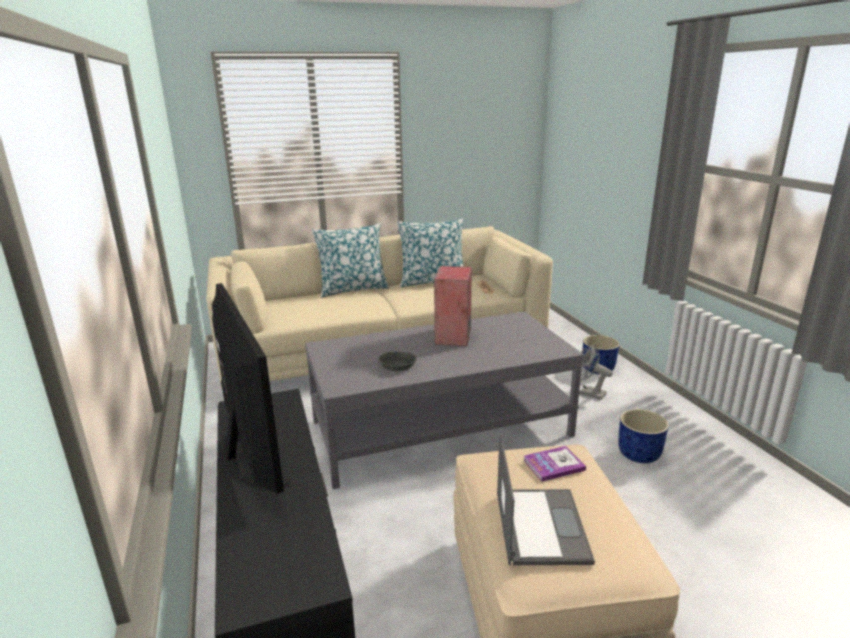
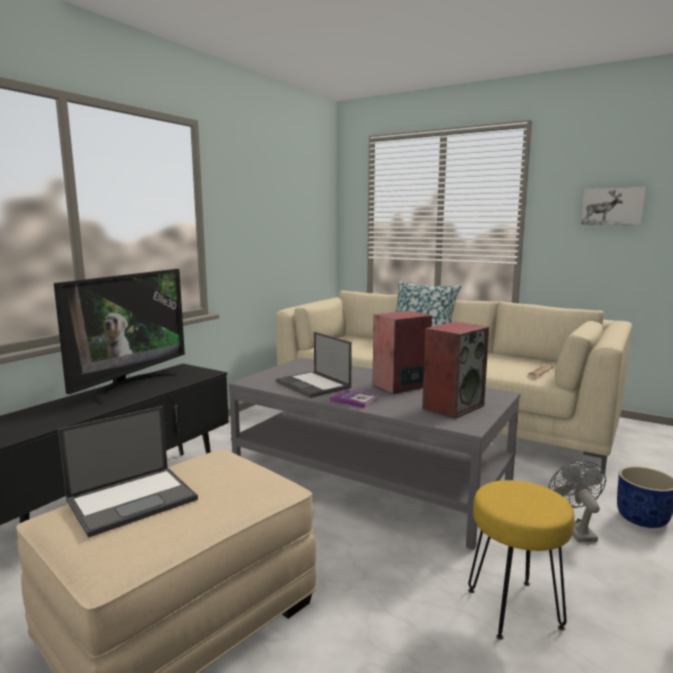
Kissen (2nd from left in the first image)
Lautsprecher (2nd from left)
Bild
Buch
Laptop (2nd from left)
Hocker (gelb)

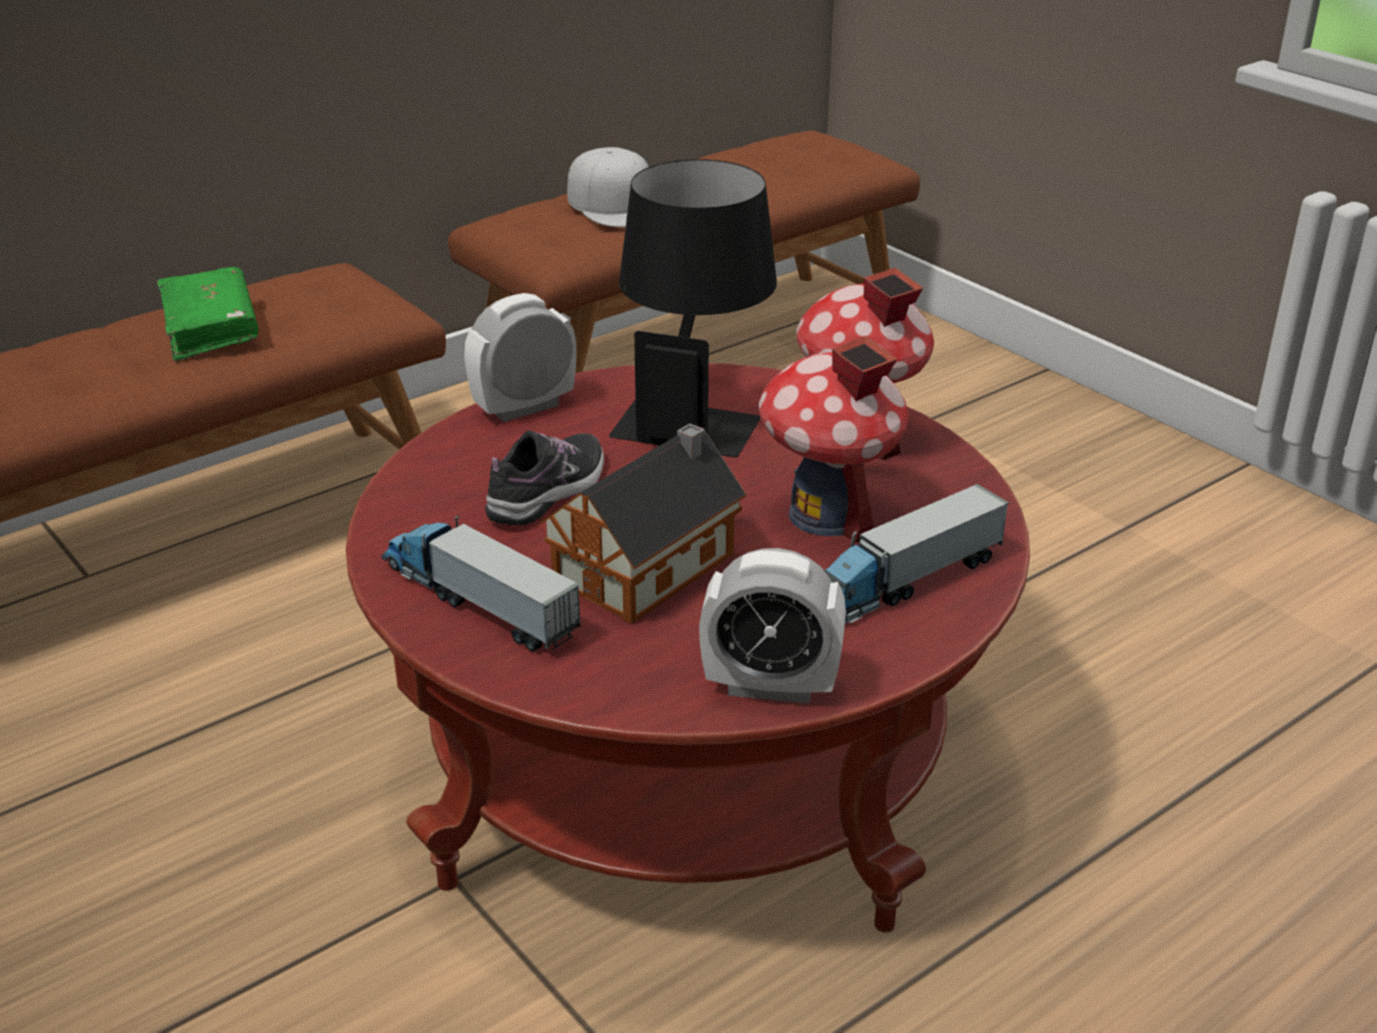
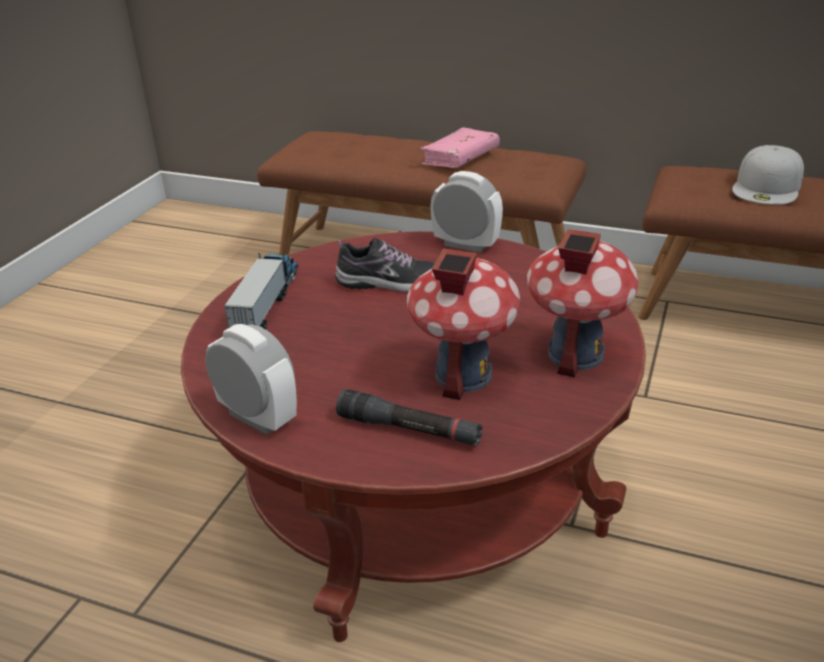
Spielzeughaus (1st from left in the first image)
Tischlampe (schwarz)
Taschenlampe (schwarz)
Buch (rosa)
Wecker (1st from left)

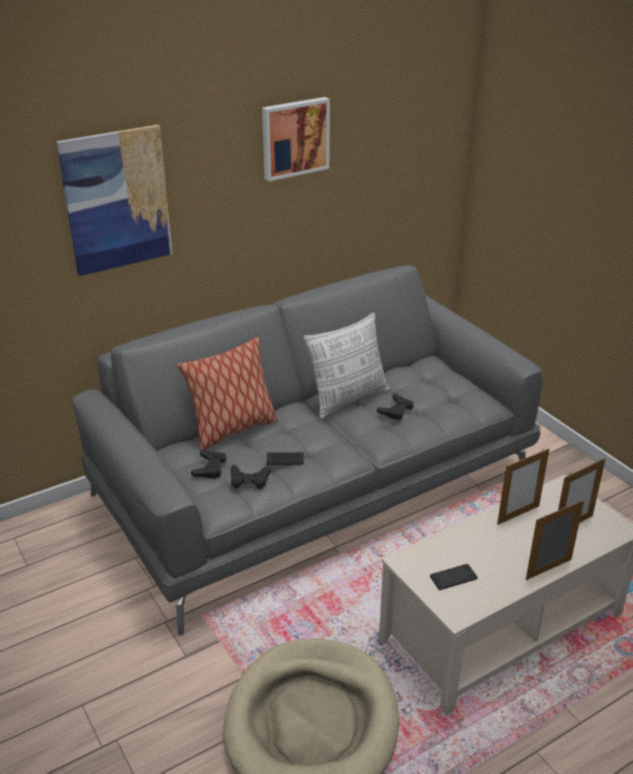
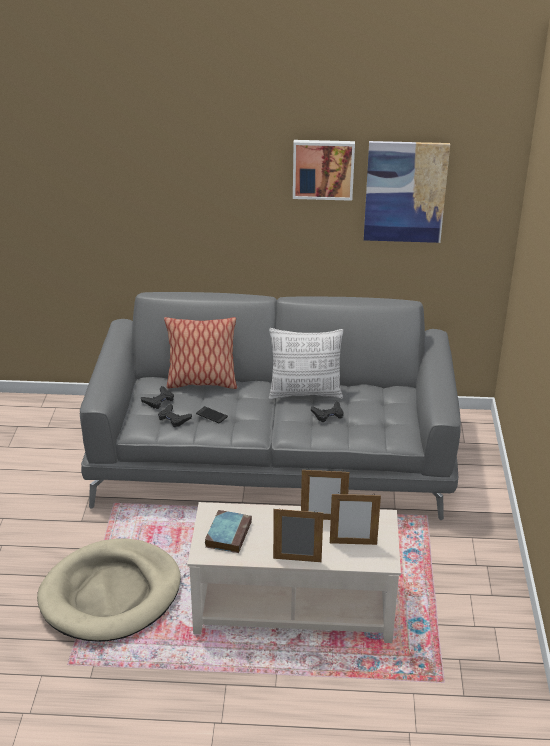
Bild (2nd from left)
Buch

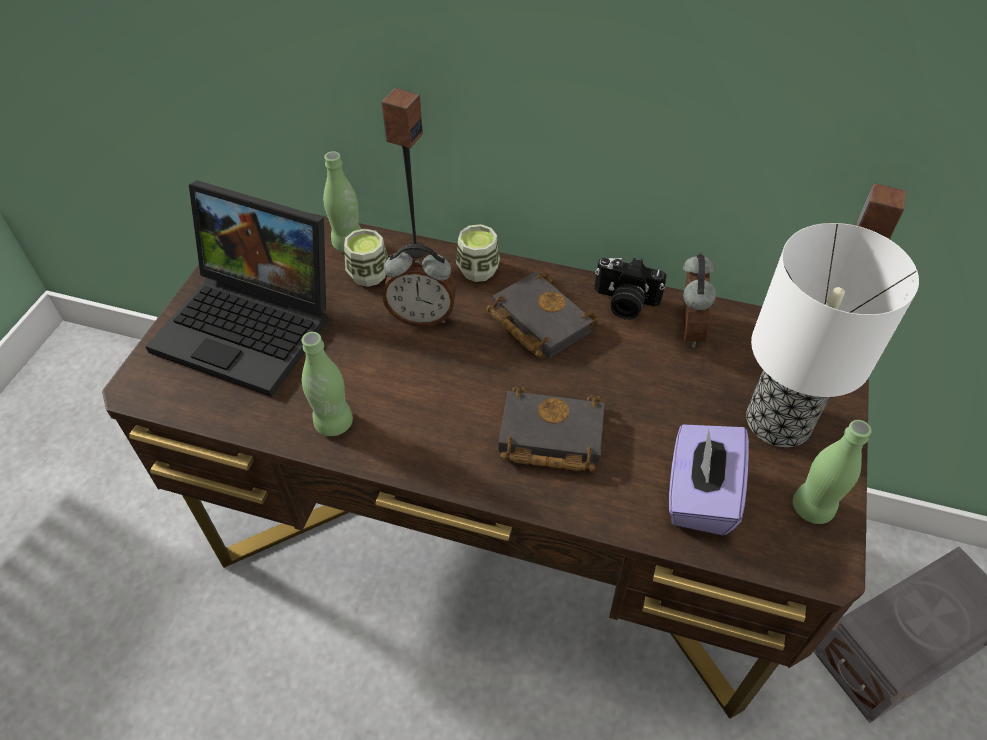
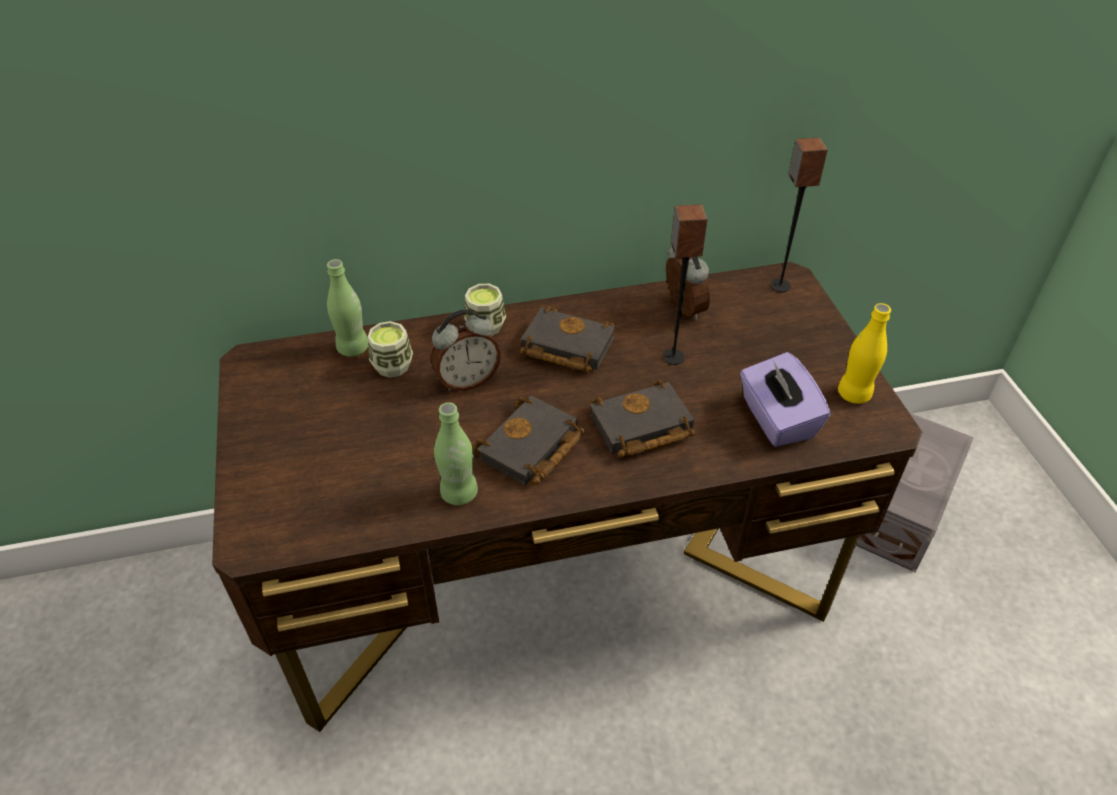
Laptop
Kamera
Tischlampe
Buch (schwarz) (1st from left)
Lautsprecher (1st from left)
Flasche (gelb)

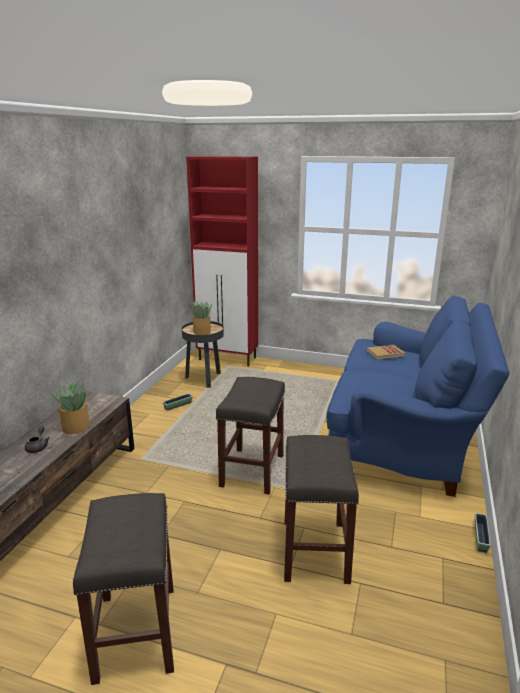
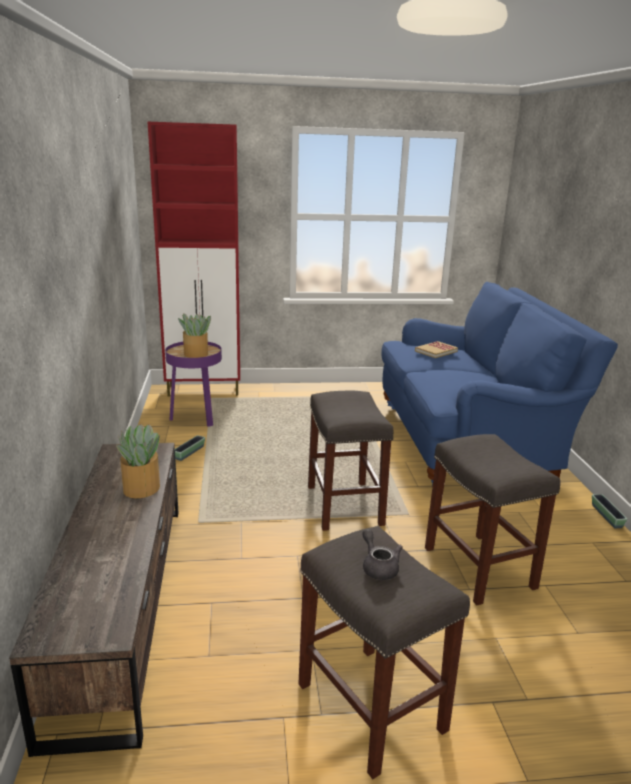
Teekanne (grau)
Beistelltisch (lila)

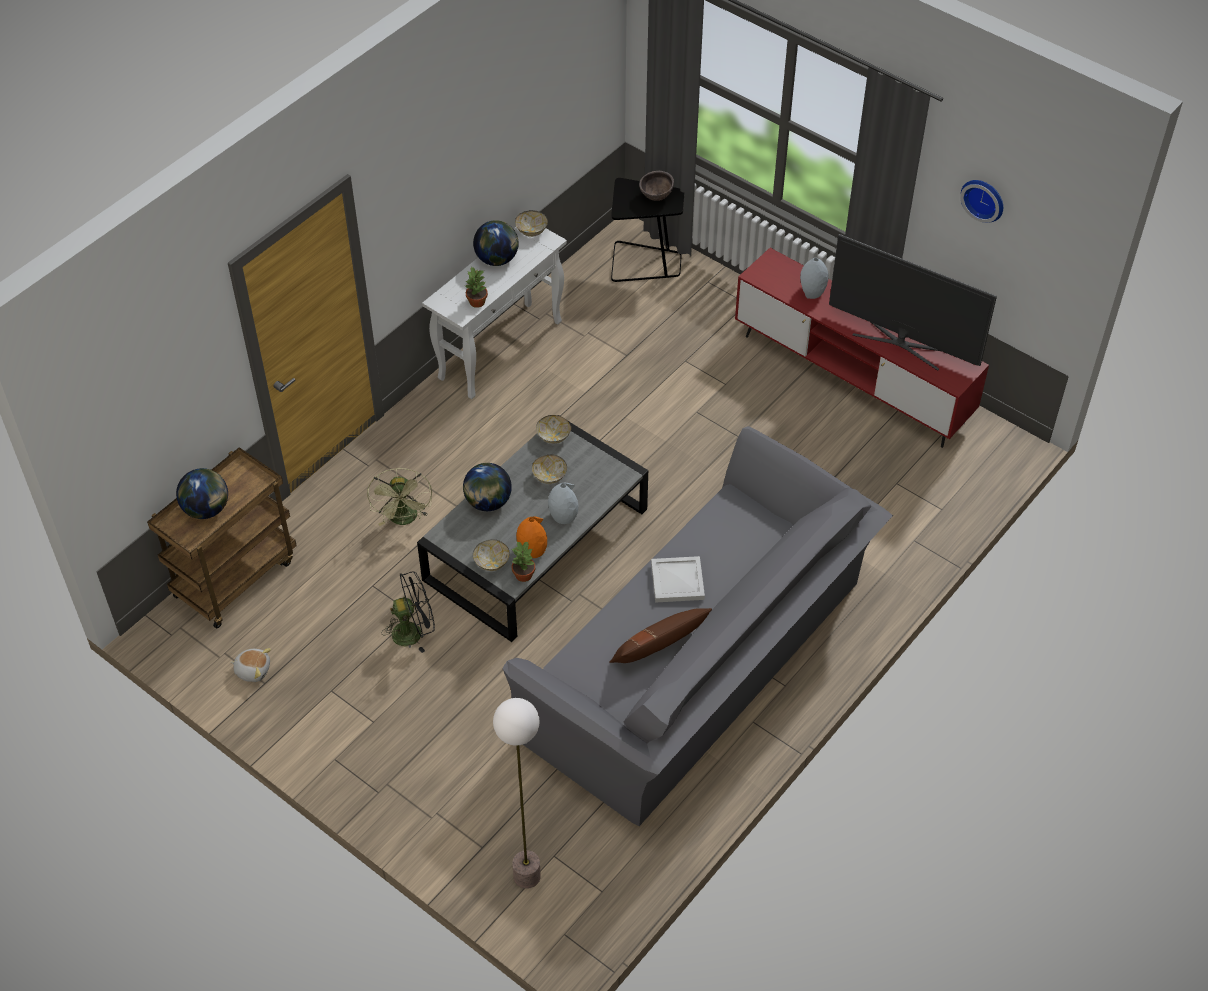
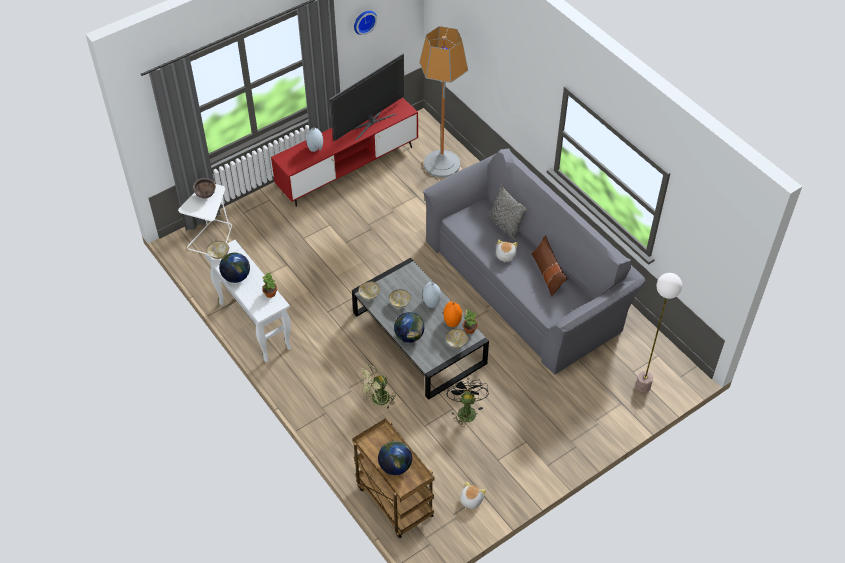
Stehlampe (1st from left)
Kissen (grau)
Plüschtier (2nd from left)
Beistelltisch (weiß)
Ventilator (grün)

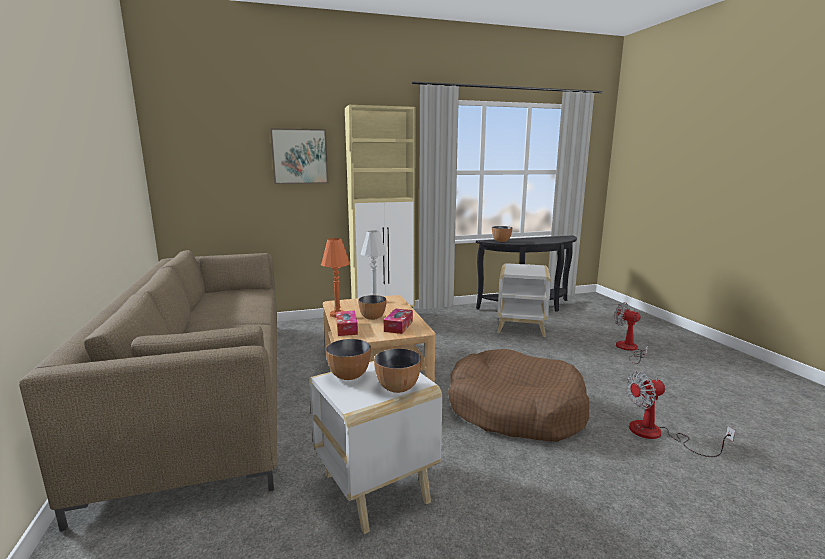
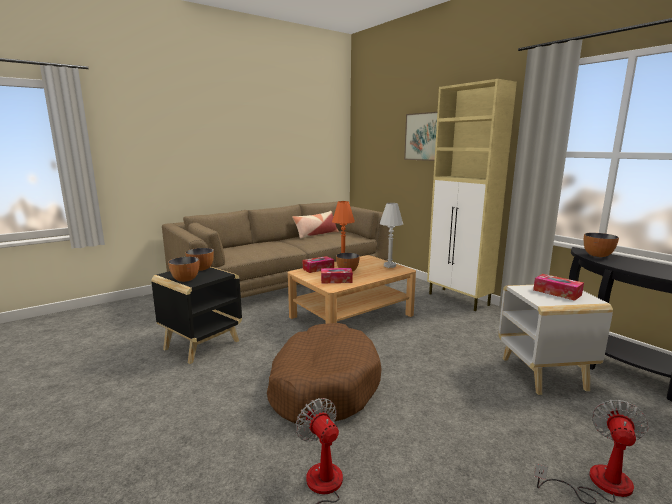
Kissen
Taschentuchbox (3rd from left)
Beistelltisch (schwarz)

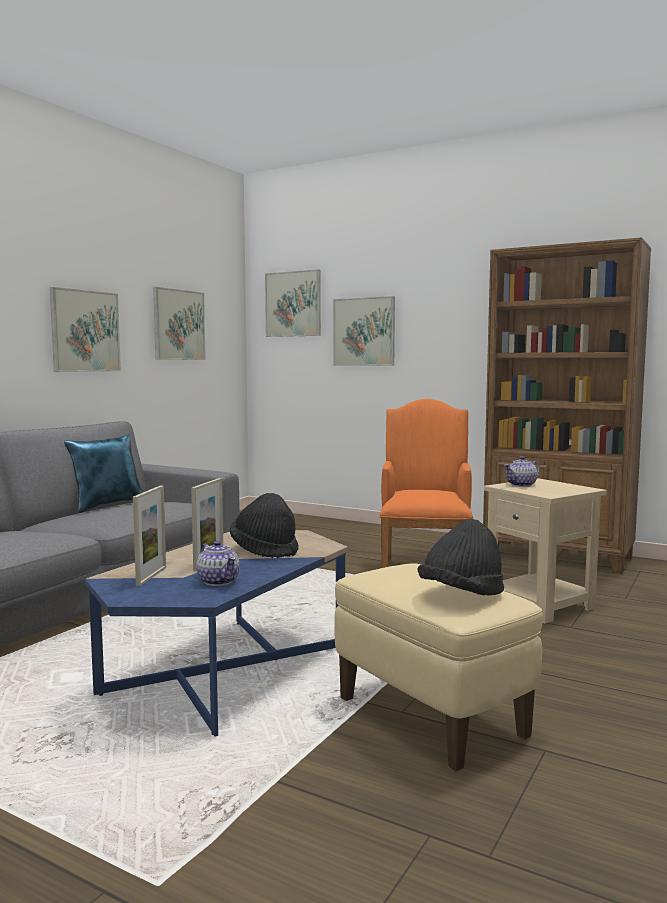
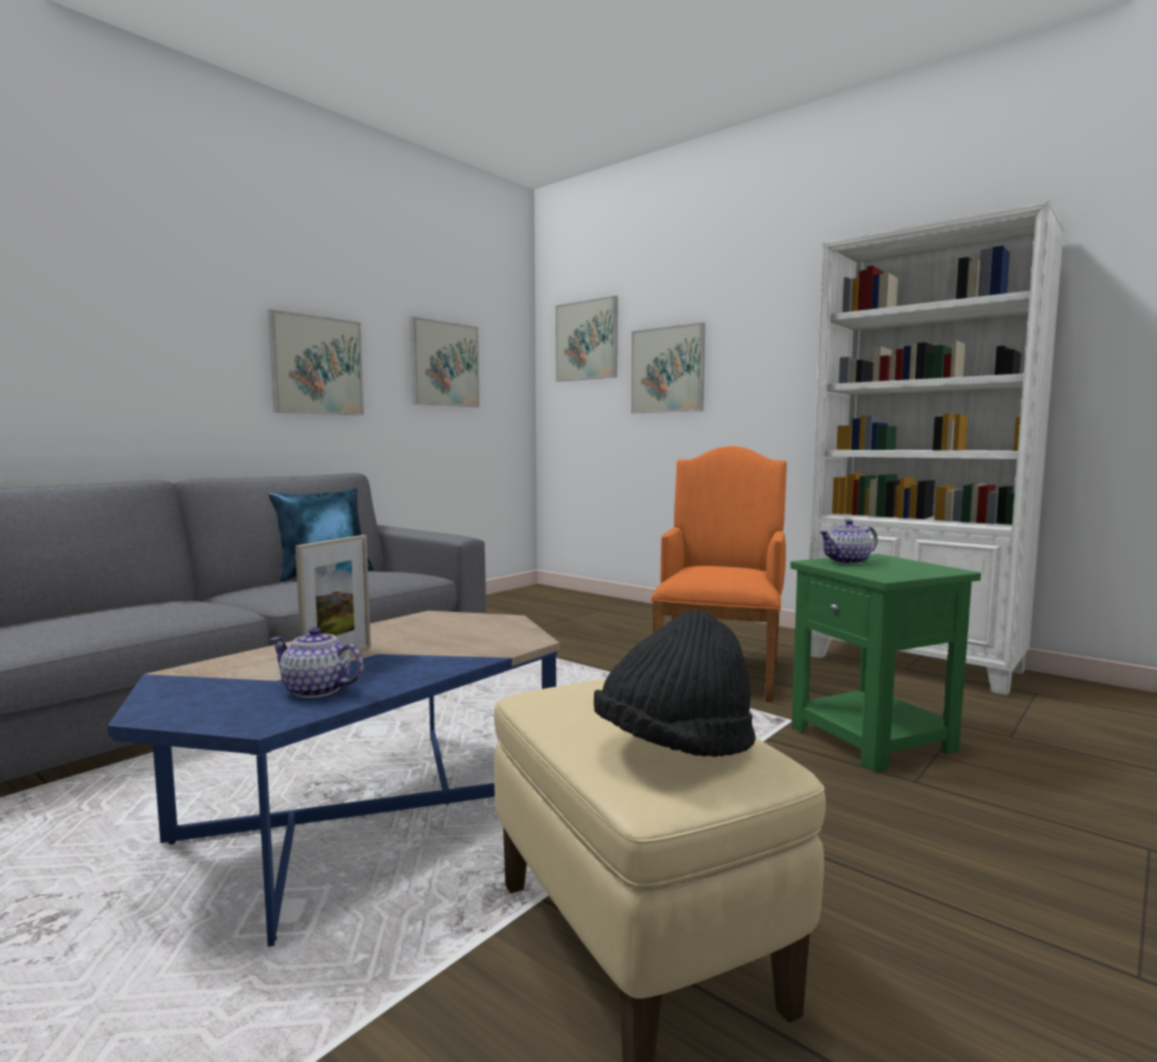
Bilderrahmen (1st from left in the first image)
Hut (schwarz) (1st from left in the first image)
Bücherregal (weiß)
Beistelltisch (grün)
Teekanne (1st from left)

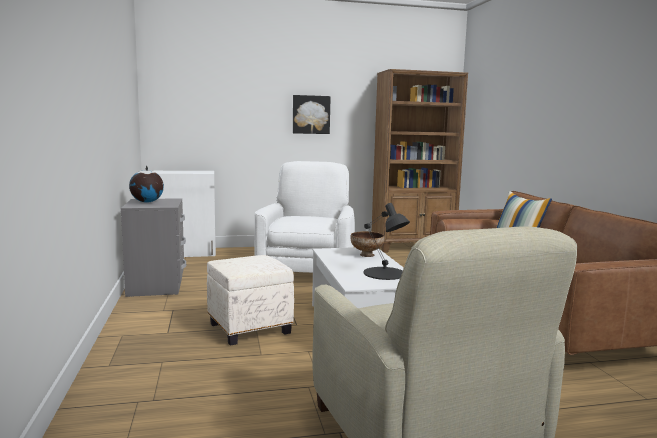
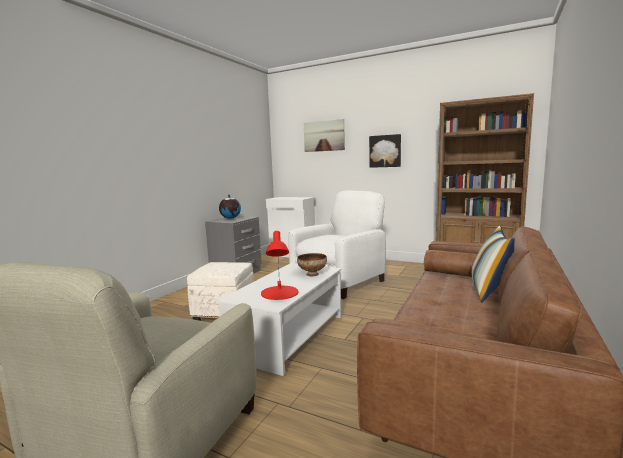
Bild (1st from left)
Tischlampe (rot)

